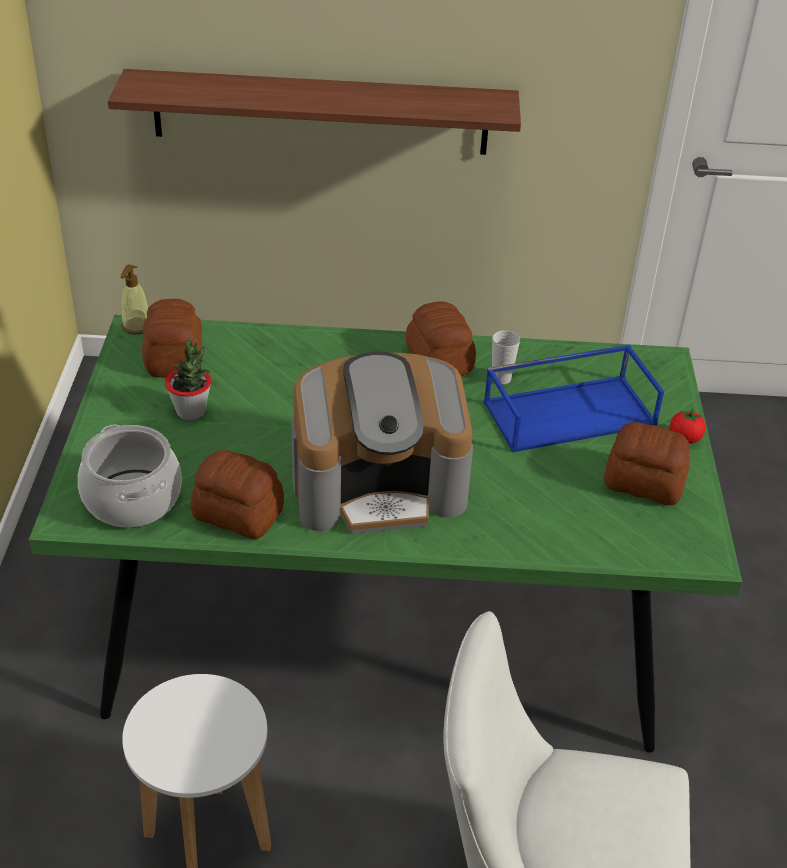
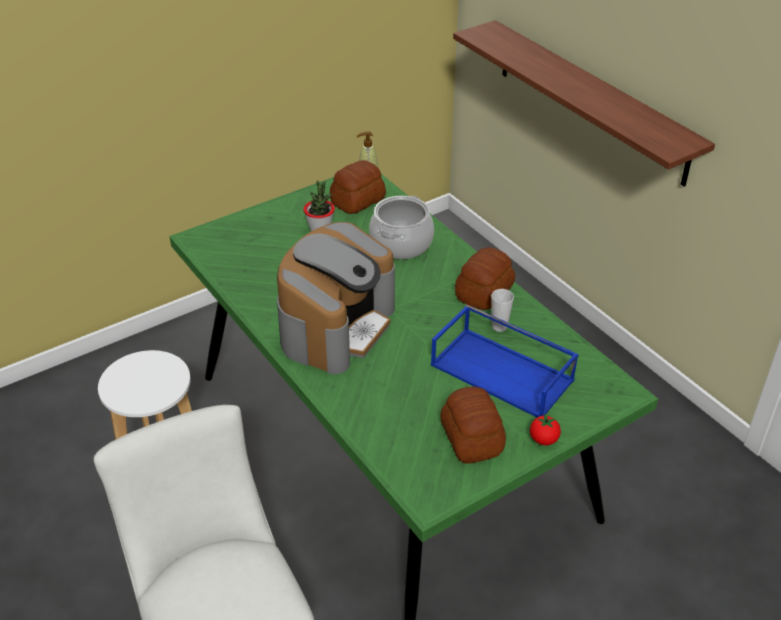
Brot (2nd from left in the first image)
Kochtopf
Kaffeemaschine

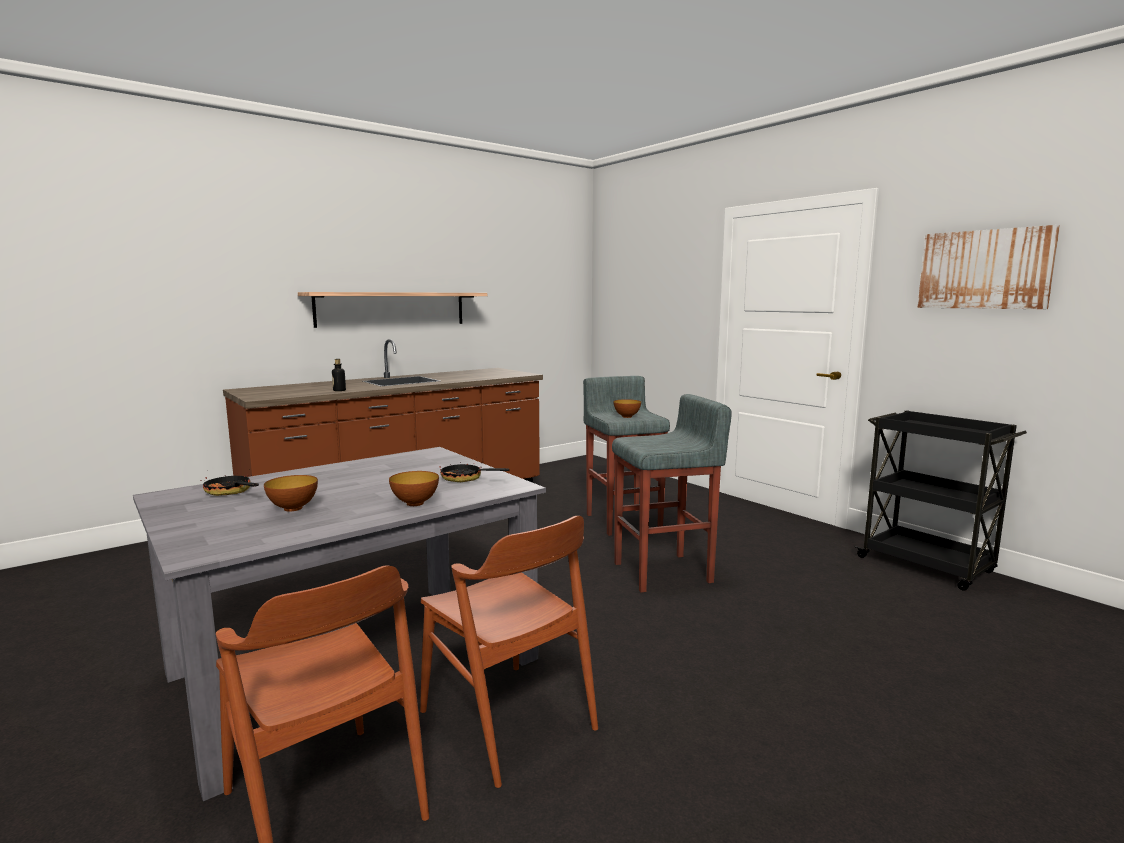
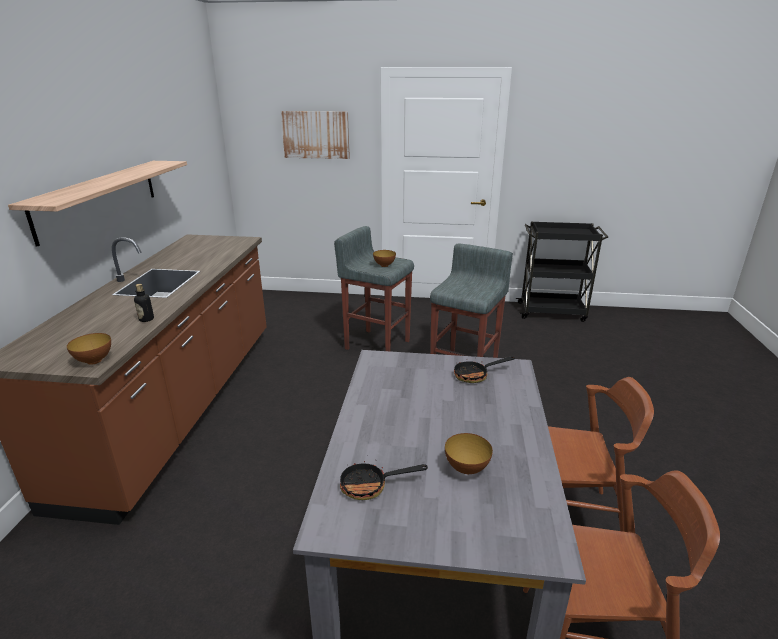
Schüssel (1st from left)
Bild

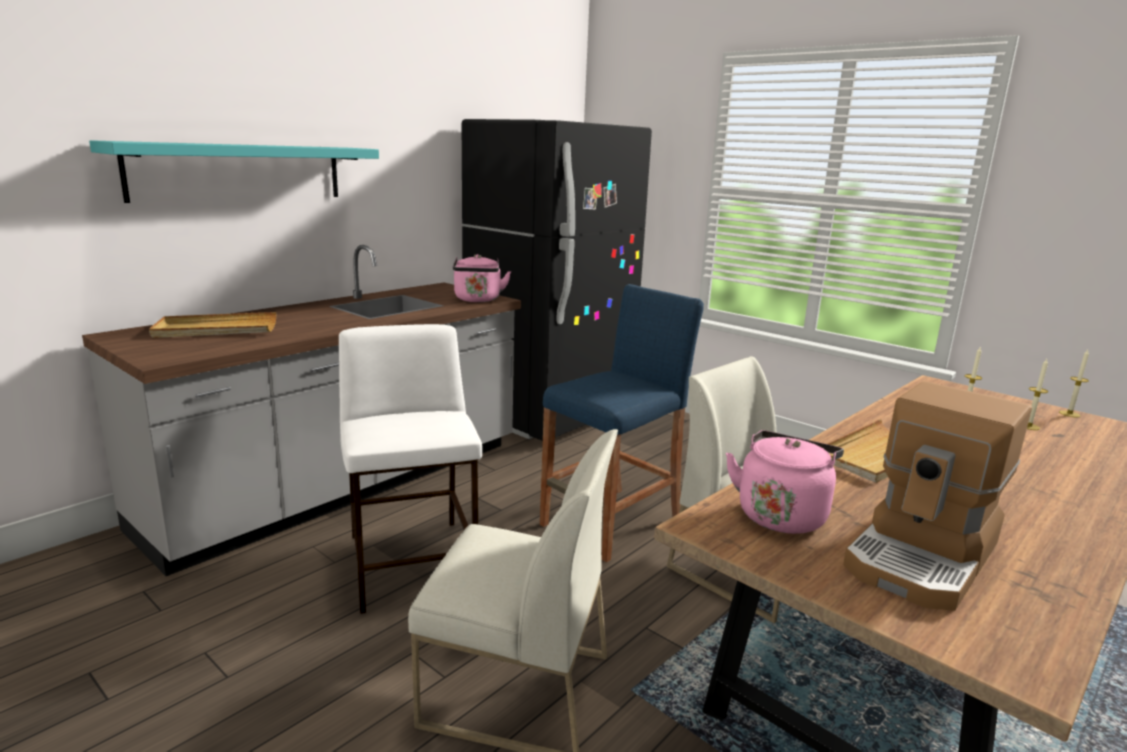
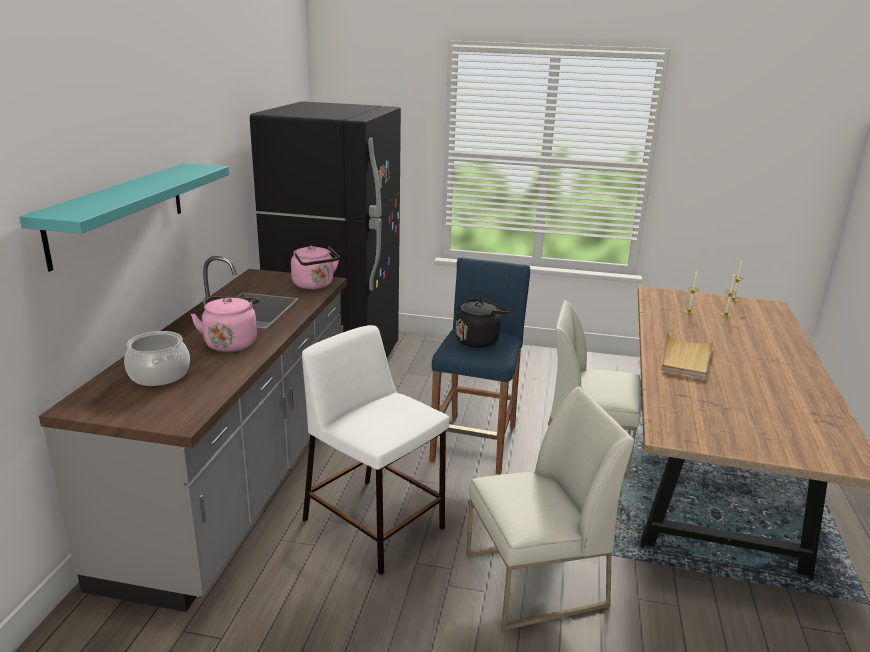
Kaffeemaschine
Wasserkessel (schwarz)
Wasserkessel (rosa) (1st from left)
Kochtopf

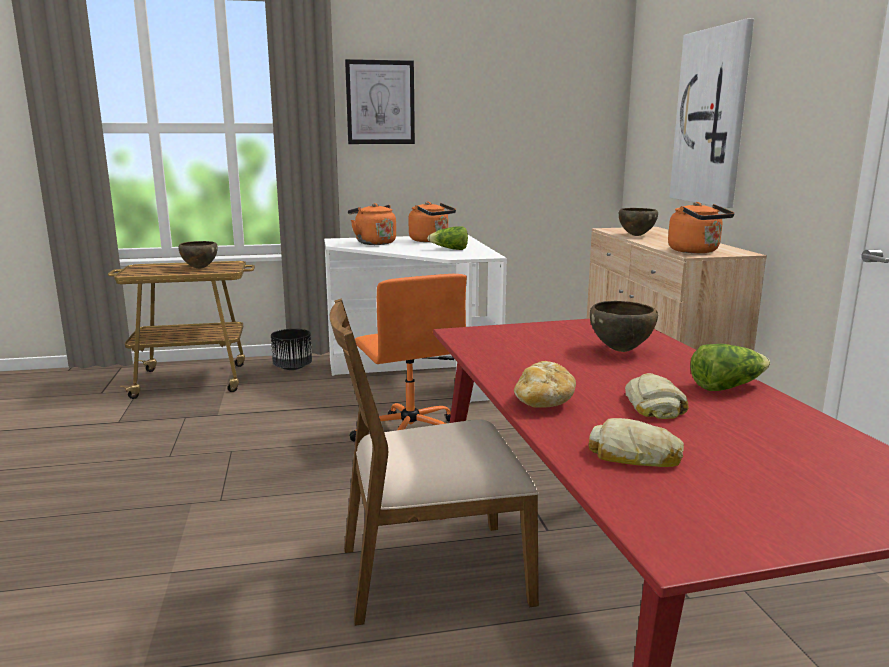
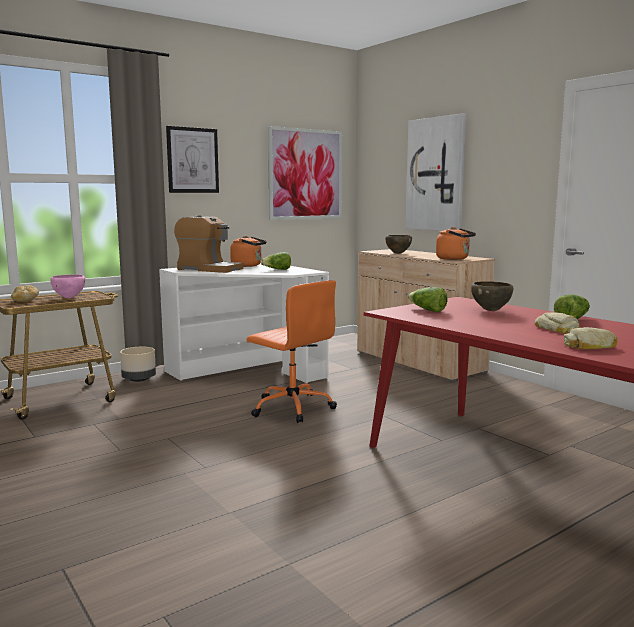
Stuhl (braun)
Bild (2nd from left)
Salatkopf (2nd from left)
Brot (1st from left)
Kaffeemaschine
Schüssel (rosa)
Pflanzkübel (beige)

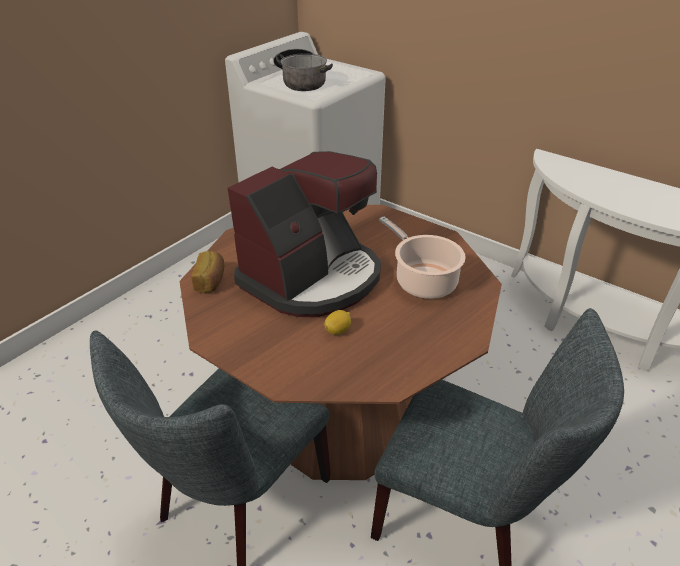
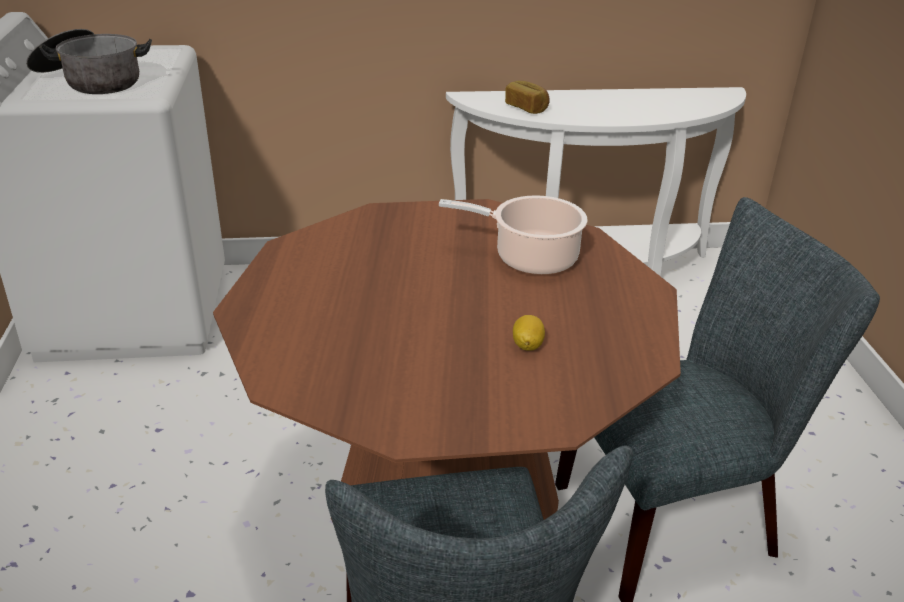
Kaffeemaschine
Brot

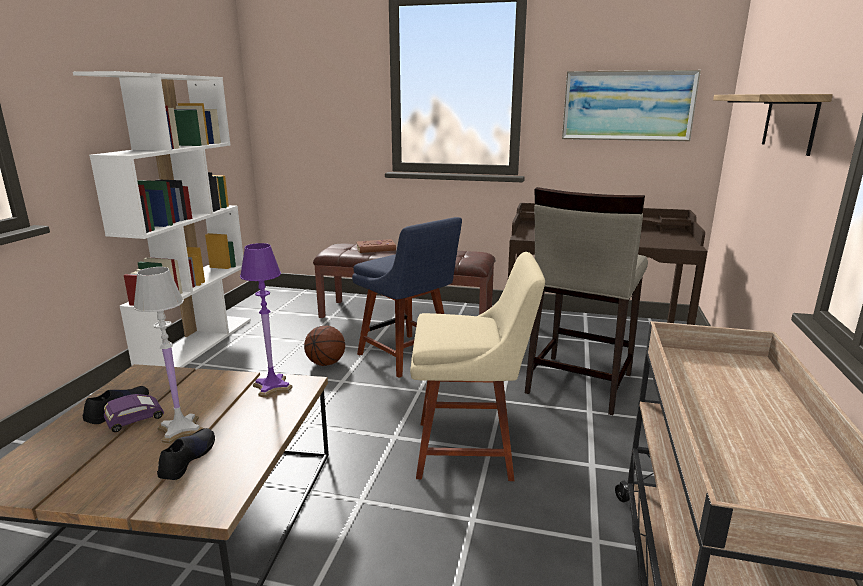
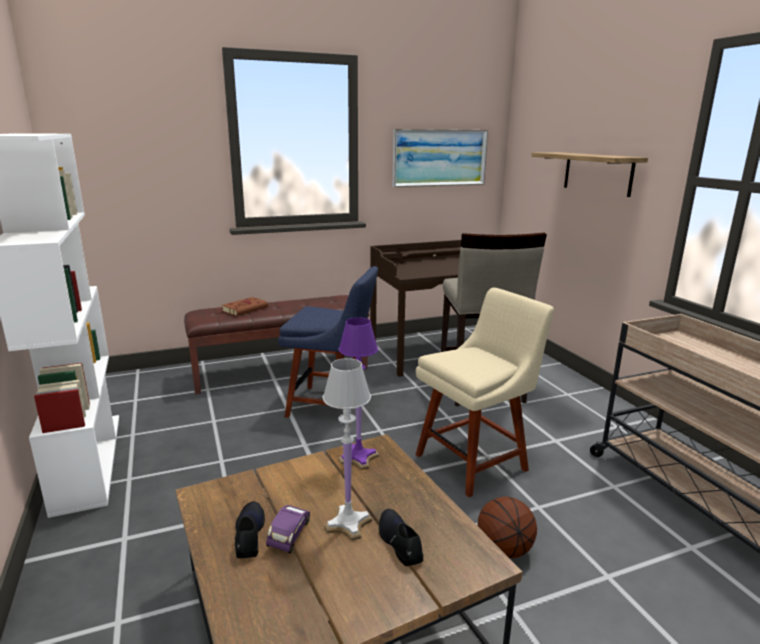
Basketball

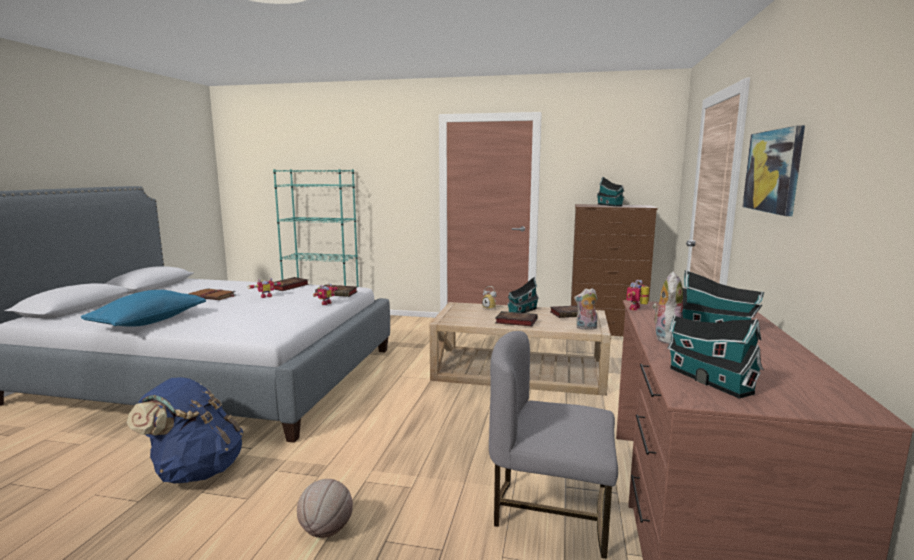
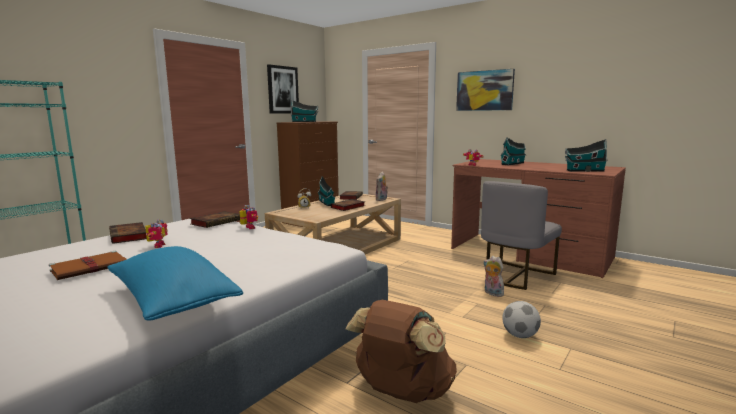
Bild (1st from left)
Plüschtier (2nd from left)
Fußball
Rucksack (braun)

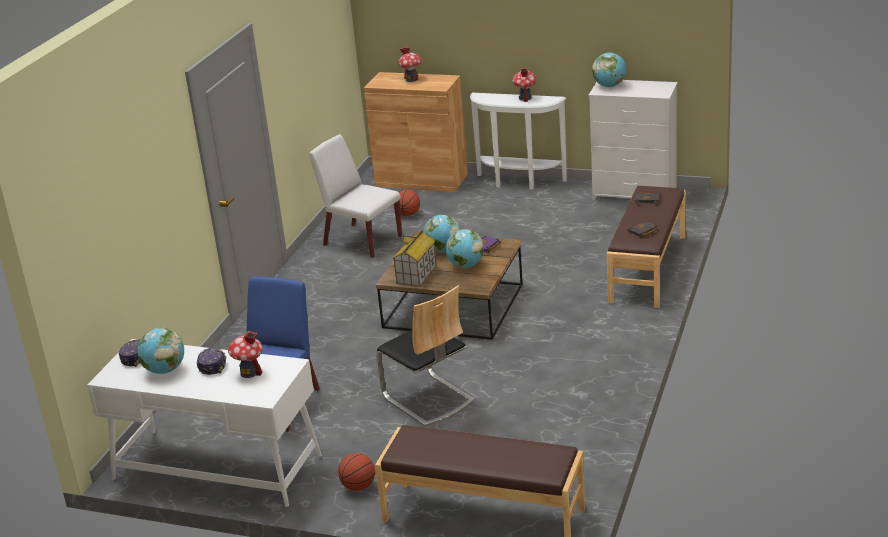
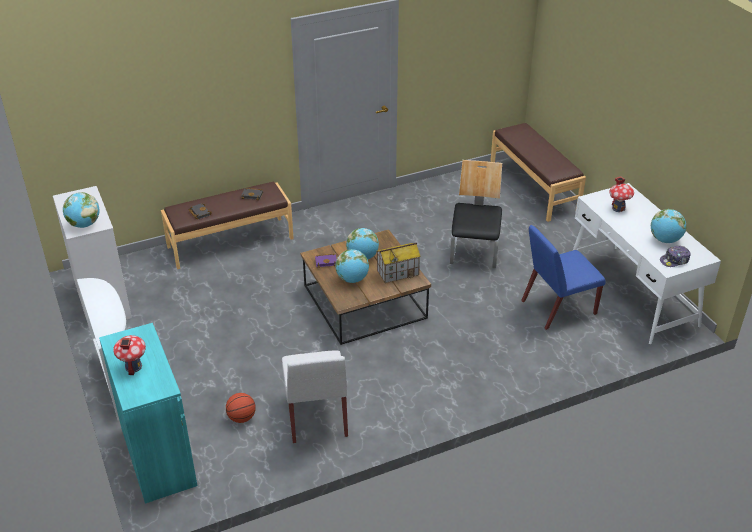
Kappe (2nd from left in the first image)
Basketball (1st from left in the first image)
Spielzeughaus (4th from left in the first image)
Schrank (türkis)

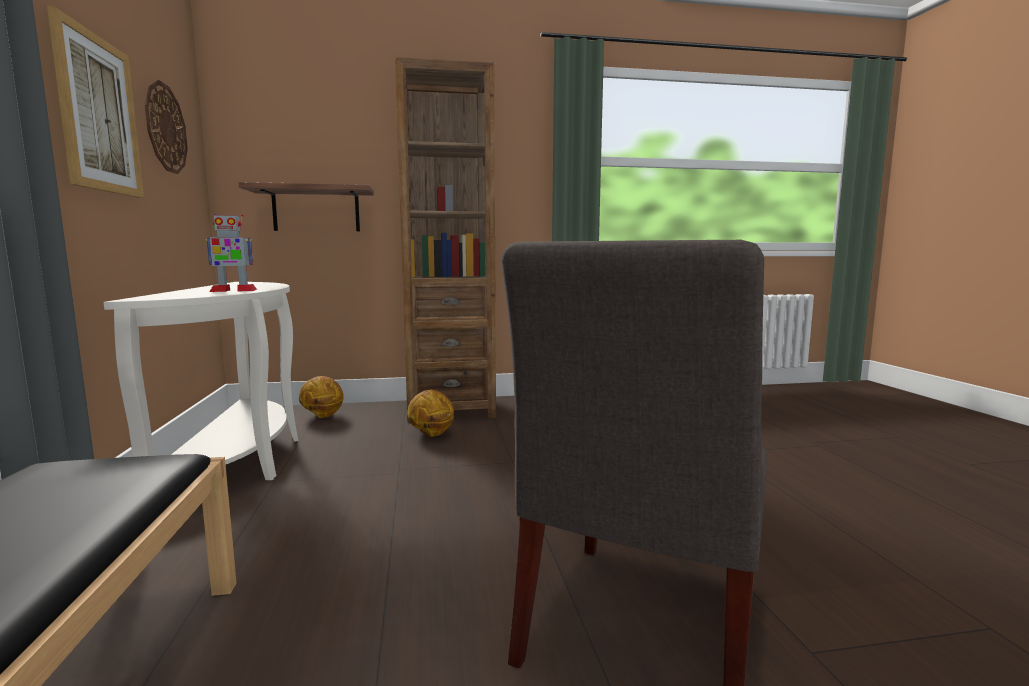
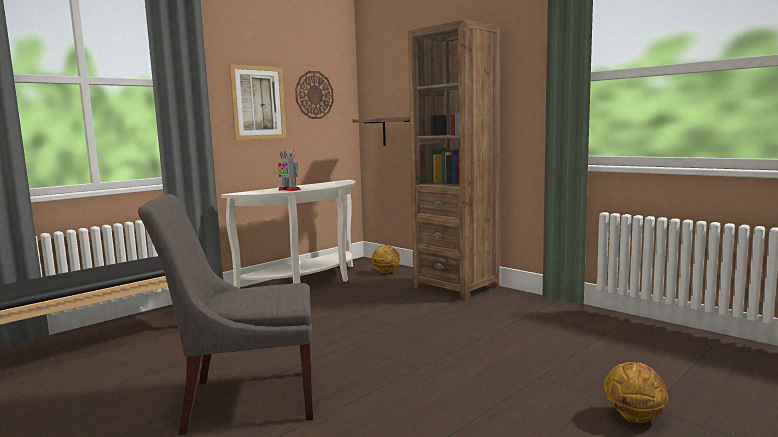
Basketball (2nd from left)

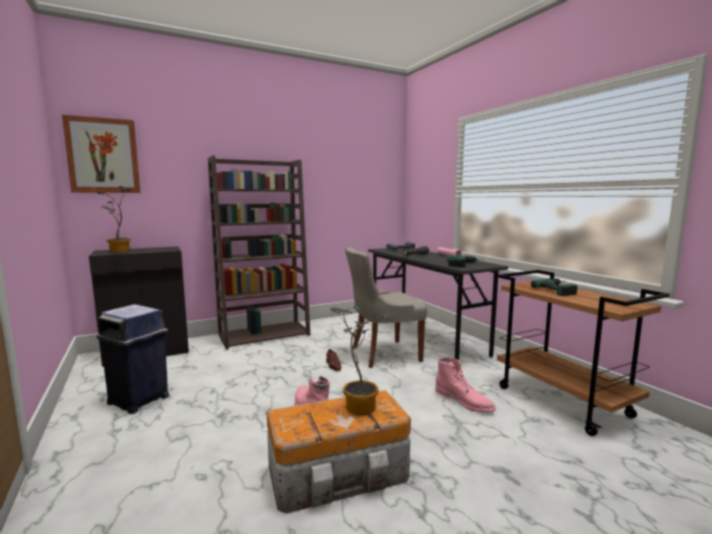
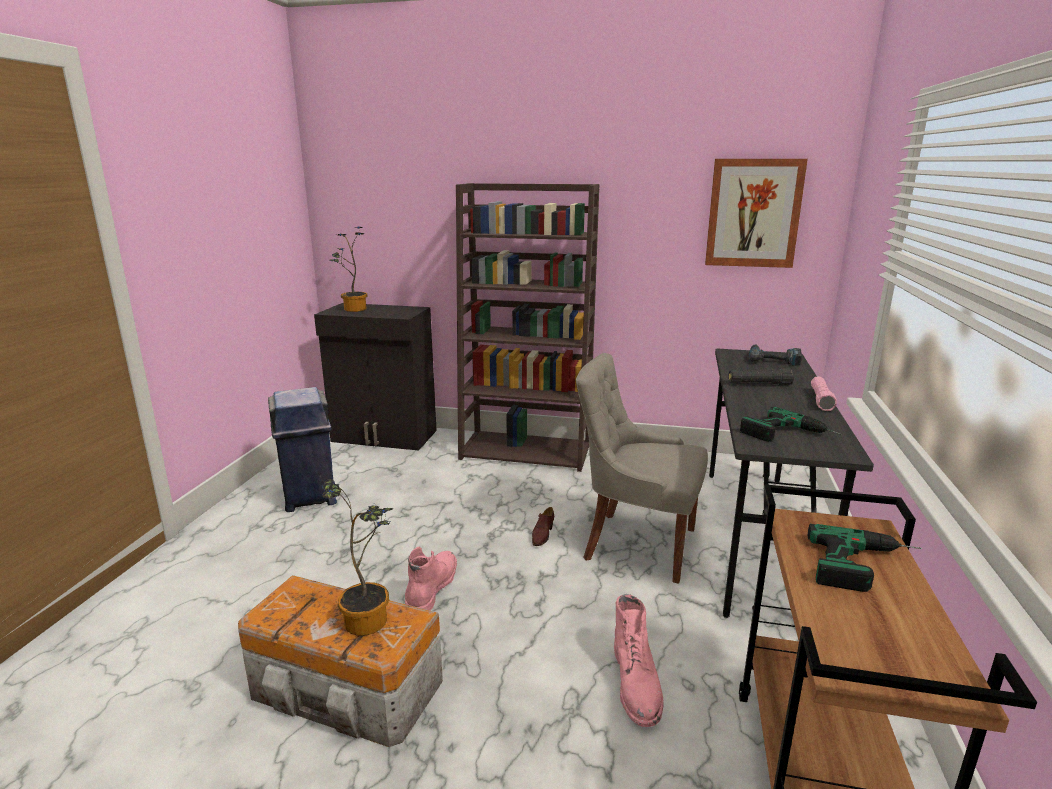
Bild

